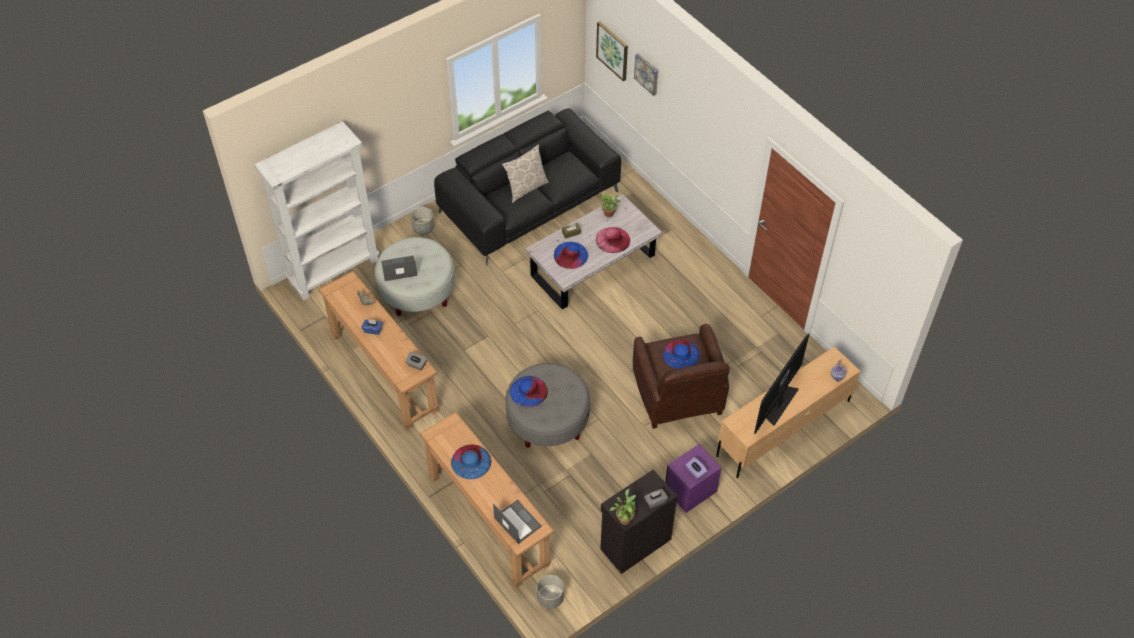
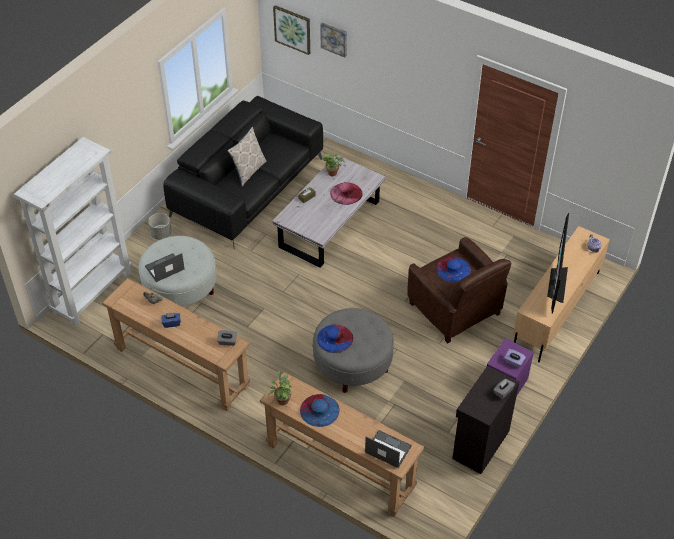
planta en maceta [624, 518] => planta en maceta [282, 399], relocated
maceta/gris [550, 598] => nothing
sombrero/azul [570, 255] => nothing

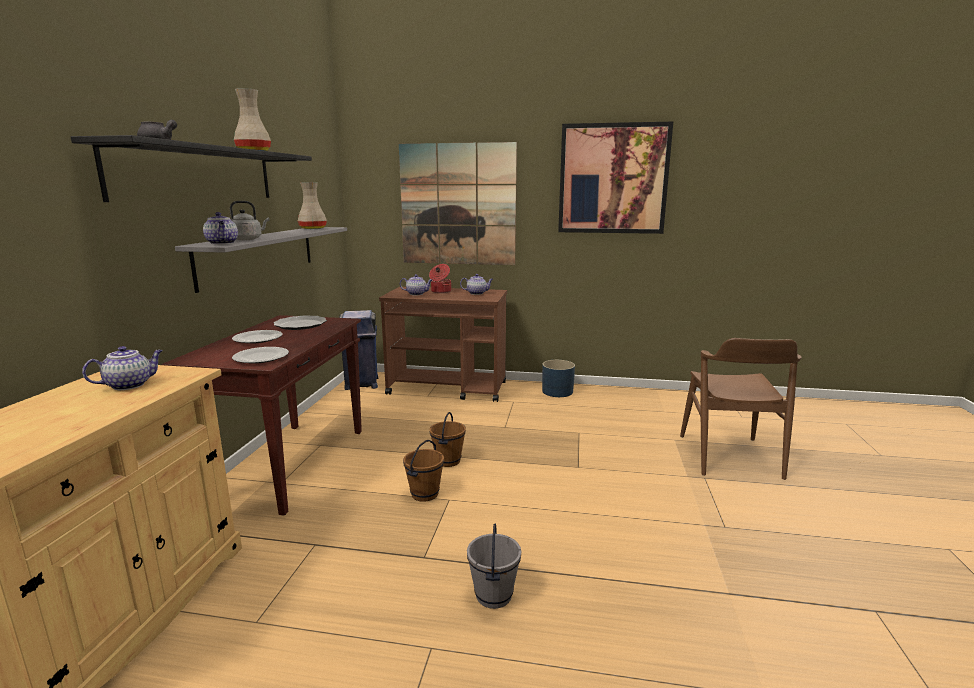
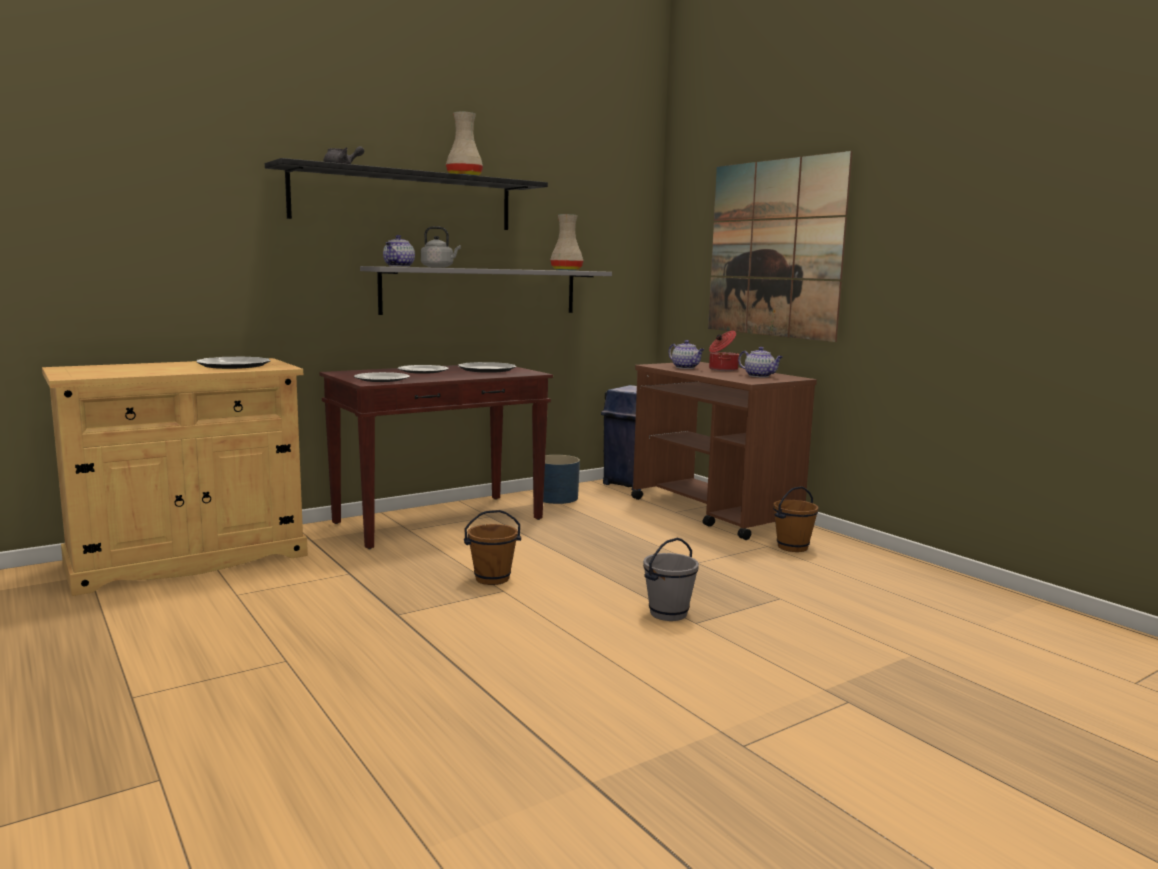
tetera [130, 385] => plato [234, 365]
maceta/azul [557, 391] => maceta/azul [557, 498], relocated
cubo/gris [493, 595] => cubo/gris [668, 613], relocated
cubo/marrón [447, 461] => cubo/marrón [792, 547], relocated
cuadro [613, 179] => nothing
silla/marrón [729, 456] => nothing

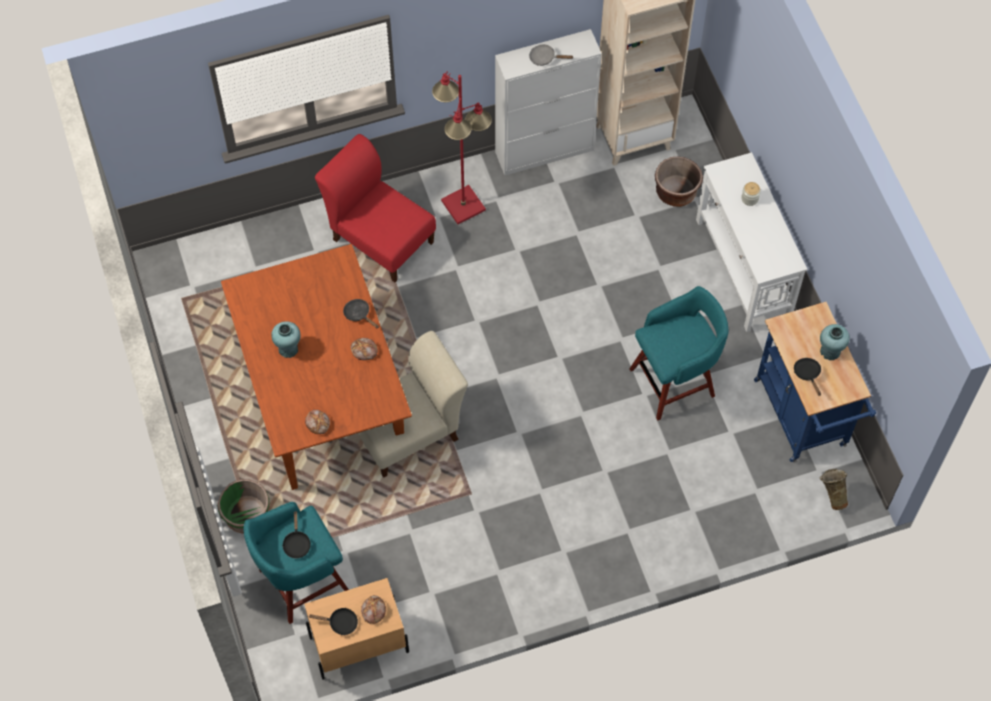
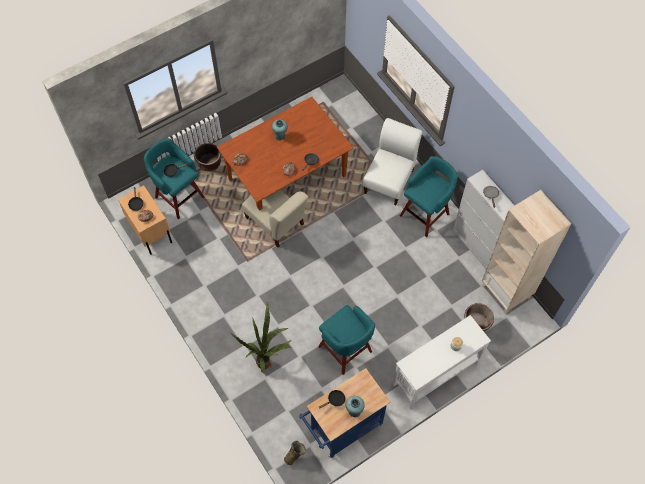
maceta/verde [246, 515] => maceta/marrón [209, 163]
nothing => planta en maceta [268, 364]
silla/rojo [380, 238] => silla/blanco [390, 179]
lámpara de pie/rojo [463, 205] => taburete/turquesa [425, 214]

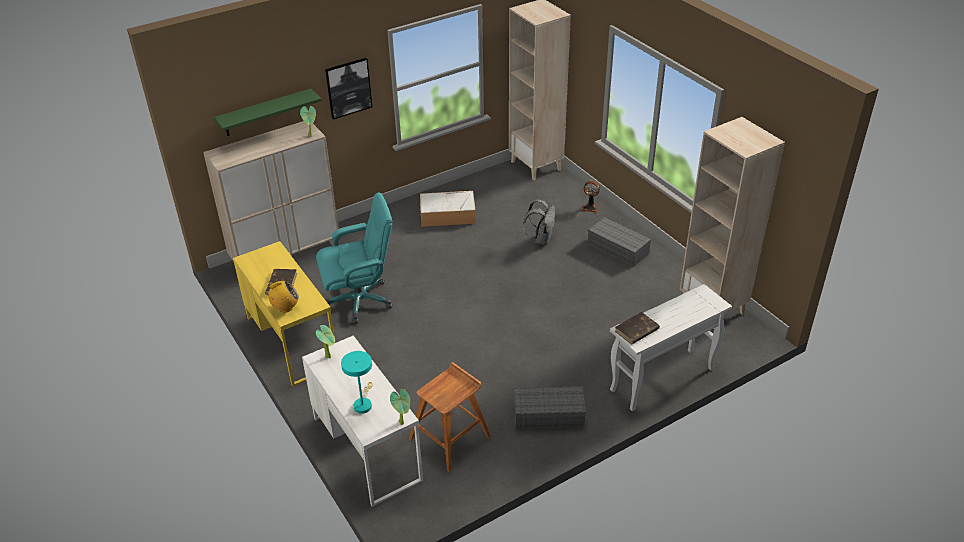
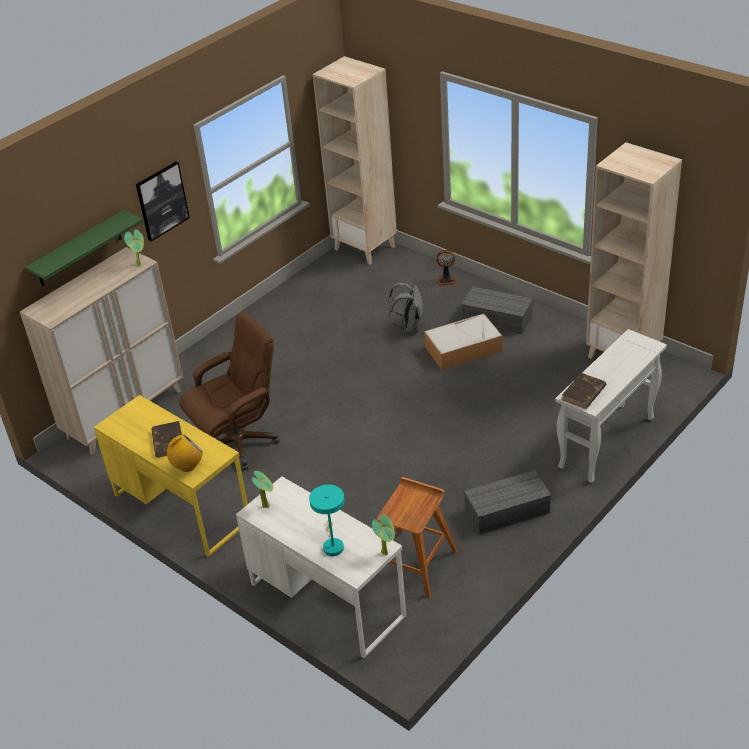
silla de oficina/turquesa [360, 300] => silla de oficina/marrón [238, 442]
caja de almacenaje [448, 214] => caja de almacenaje [464, 348], relocated

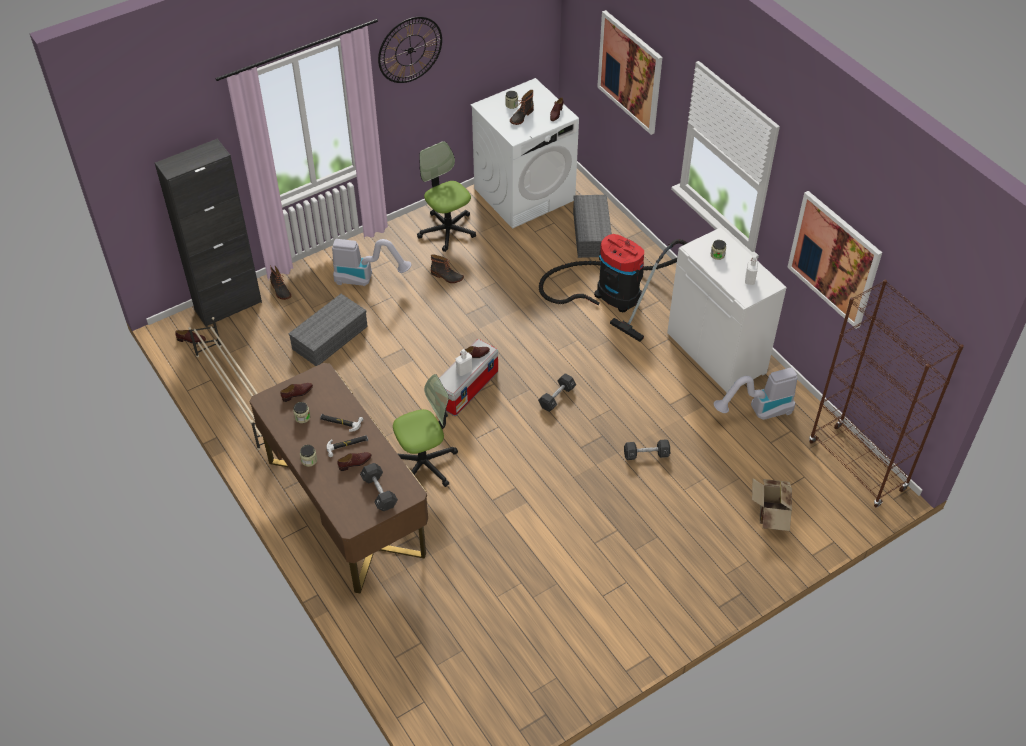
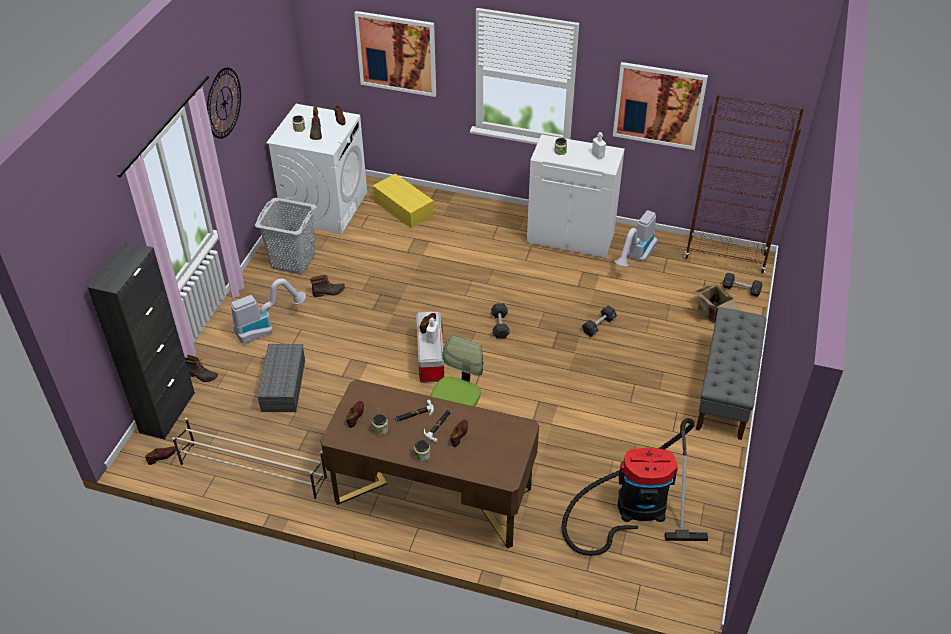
silla de oficina [447, 230] => cesto de la ropa/gris [293, 260]
caja de almacenaje/gris [592, 234] => caja de almacenaje/amarillo [404, 208]
aspiradora [613, 293] => aspiradora [635, 507], relocated
nothing => banco/gris [726, 390]
mancuerna/negro [379, 492] => mancuerna/negro [741, 289], relocated

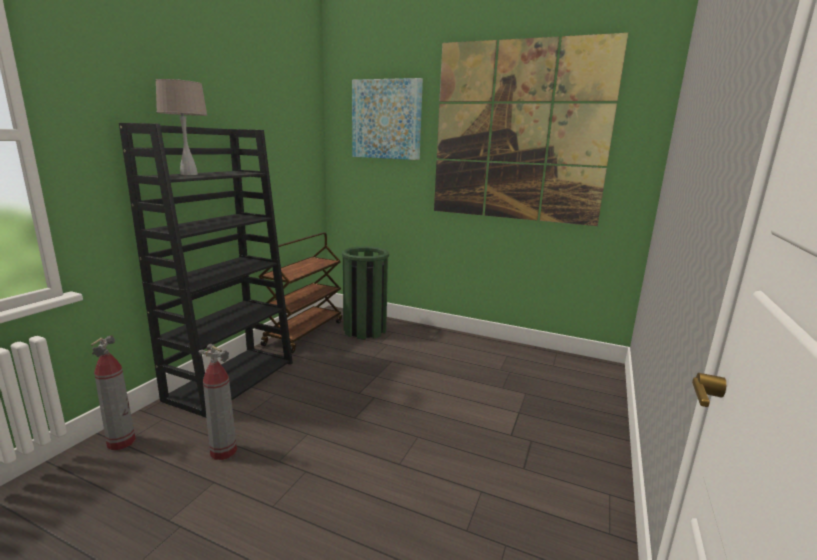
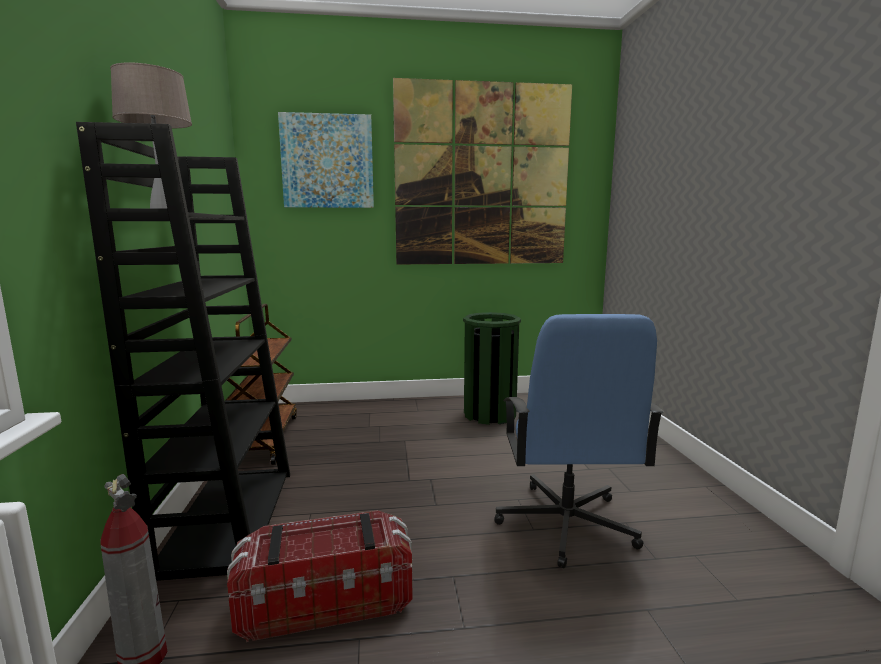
extintor [223, 451] => caja de almacenaje [325, 600]
papelera/verde [365, 330] => papelera/verde [489, 414], relocated
nothing => silla de oficina/azul [566, 524]

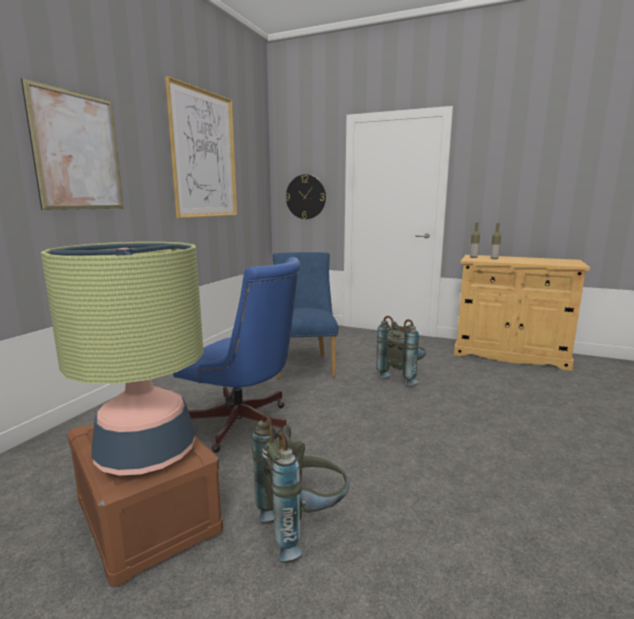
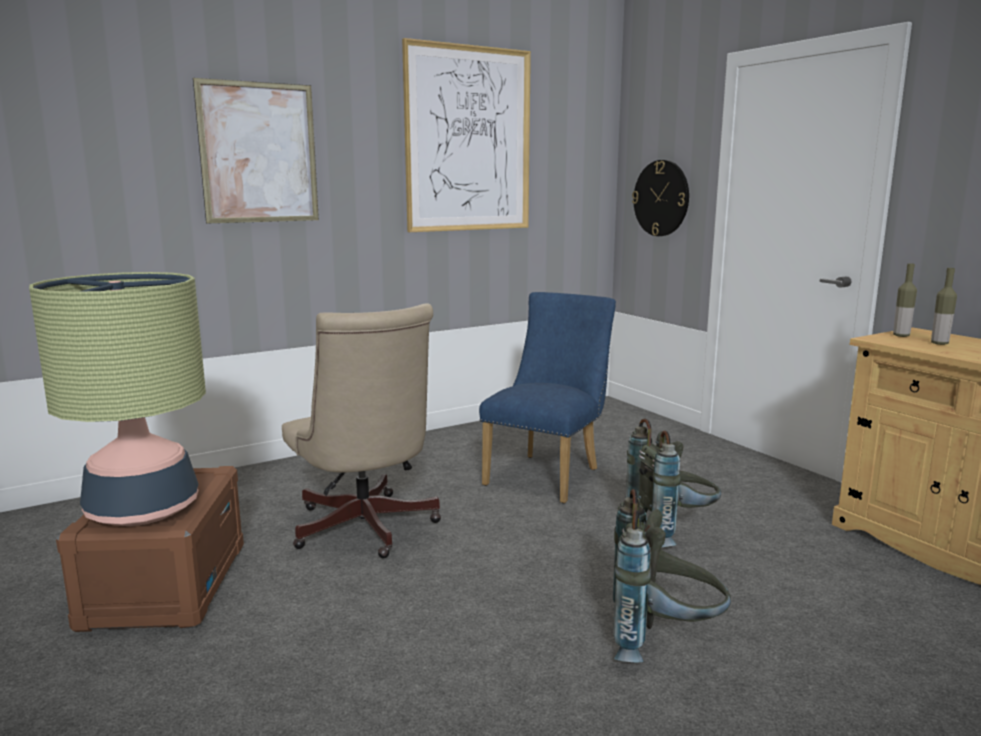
silla de oficina/azul [245, 426] => silla de oficina/beis [365, 530]
mochila/gris [303, 525] => mochila/gris [663, 642], relocated

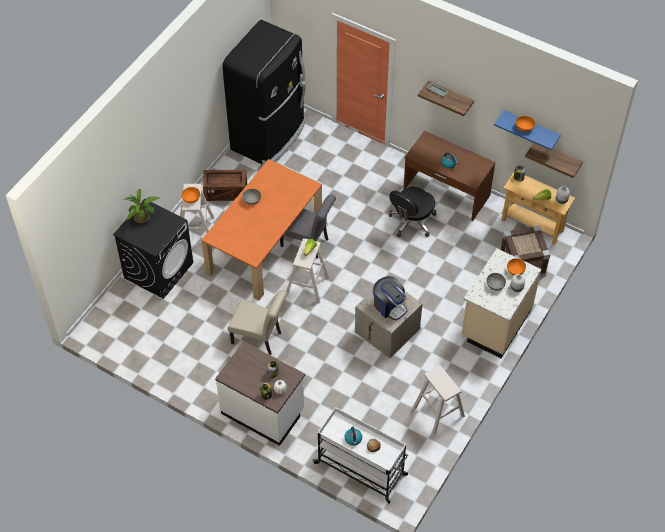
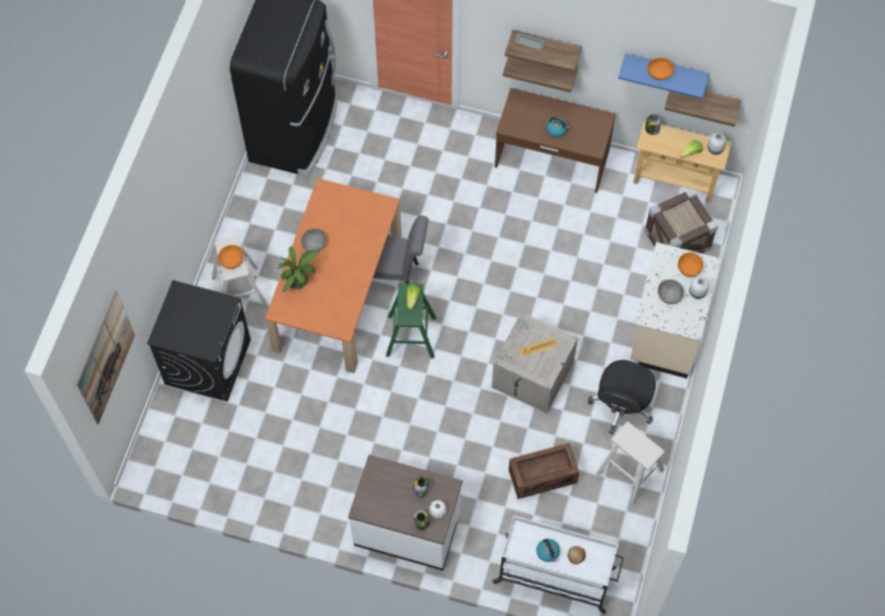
nothing => cuadro [105, 358]
planta en maceta [143, 217] => planta en maceta [300, 280], relocated
taburete/beis [307, 285] => taburete/verde [411, 336]
nothing => estante [543, 65]
caja de embalaje [226, 192] => caja de embalaje [542, 476], relocated
silla de oficina/negro [411, 222] => silla de oficina/negro [621, 404], relocated
silla/beis [259, 338] => nothing
cafetera [389, 306] => nothing

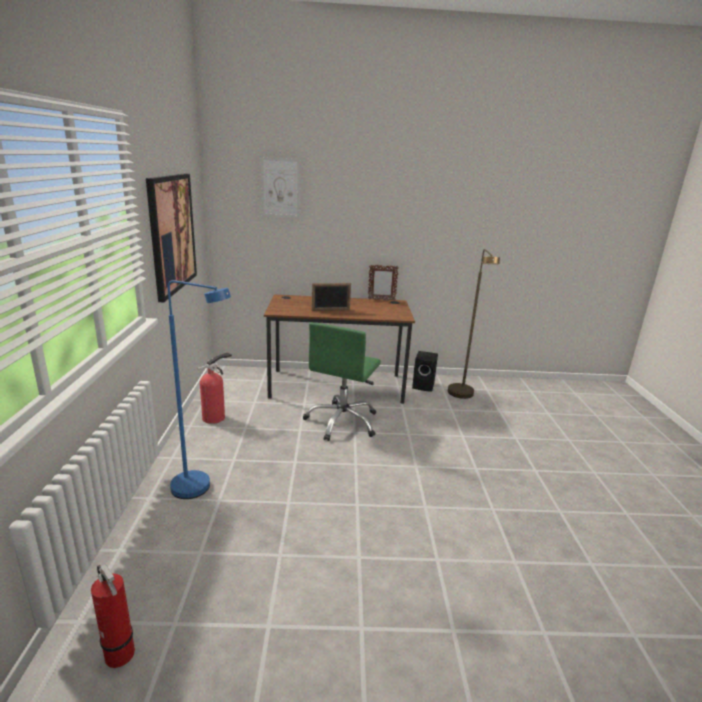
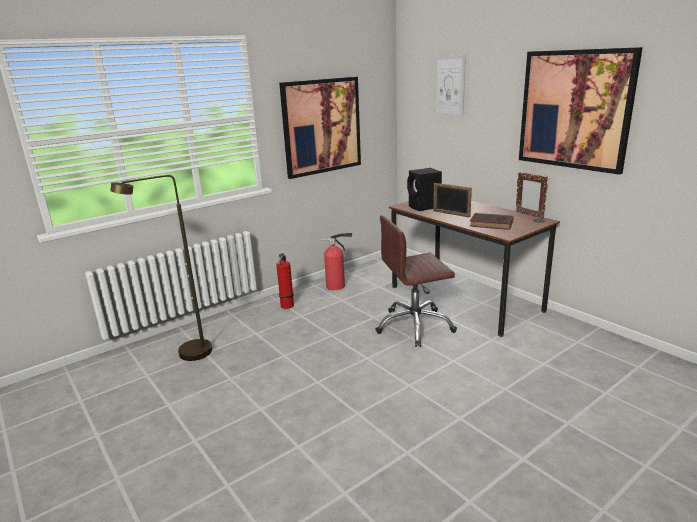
lámpara de pie/marrón [462, 396] => lámpara de pie/marrón [186, 355], relocated
extintor [121, 657] => extintor [286, 306], relocated
silla de oficina/verde [342, 422] => silla de oficina/marrón [415, 326]
altavoz/negro [424, 386] => altavoz/negro [424, 207], relocated
nothing => libro/marrón [492, 224]
nothing => cuadro [574, 110]
lámpara de pie/azul [200, 489] => nothing

